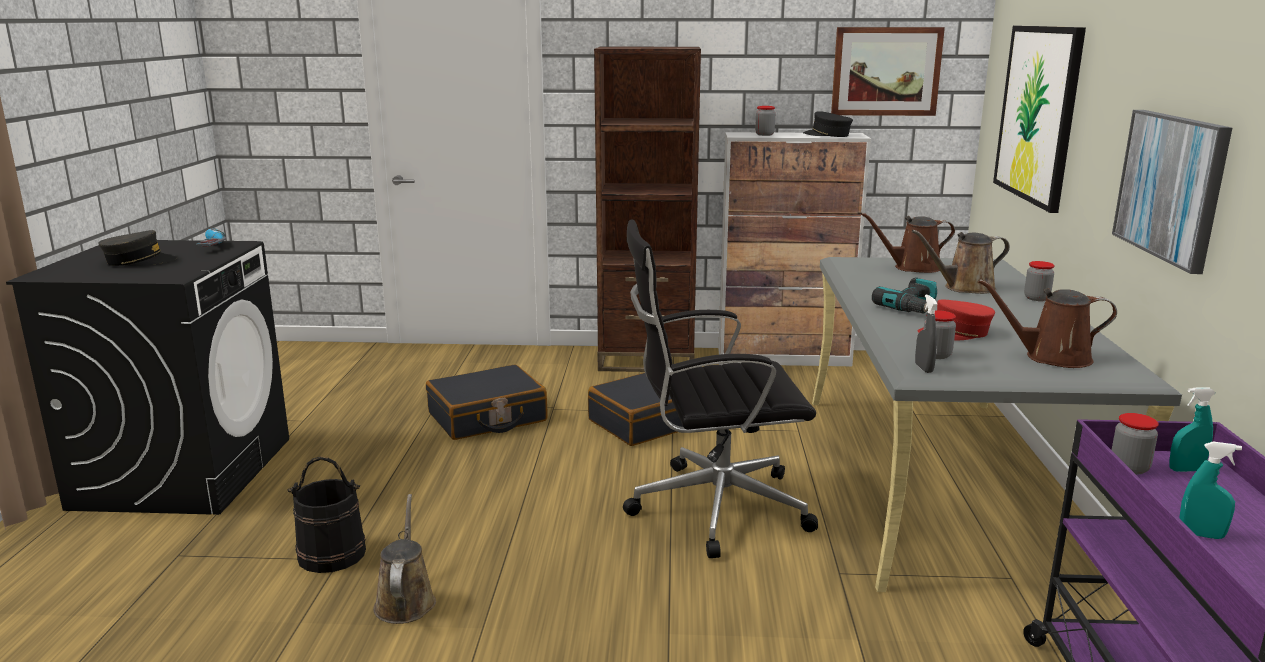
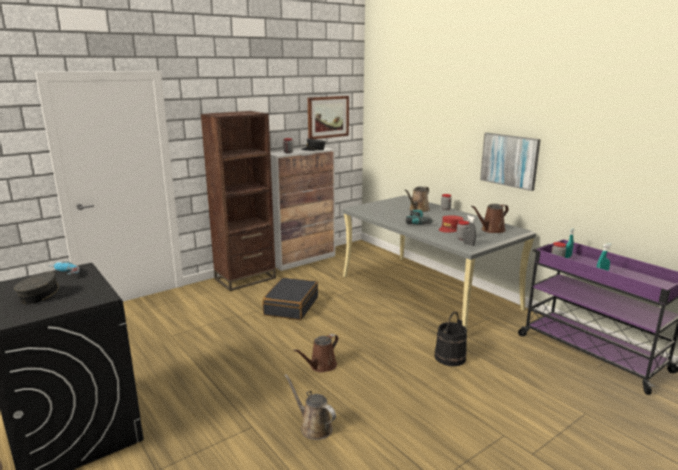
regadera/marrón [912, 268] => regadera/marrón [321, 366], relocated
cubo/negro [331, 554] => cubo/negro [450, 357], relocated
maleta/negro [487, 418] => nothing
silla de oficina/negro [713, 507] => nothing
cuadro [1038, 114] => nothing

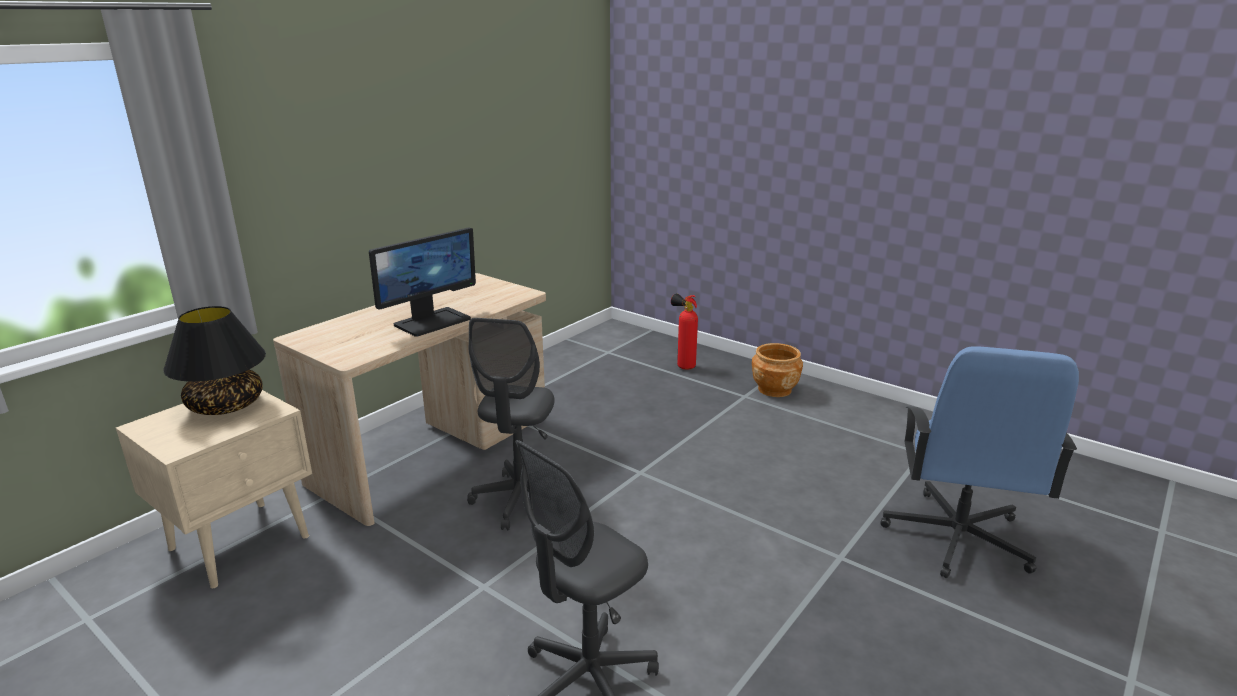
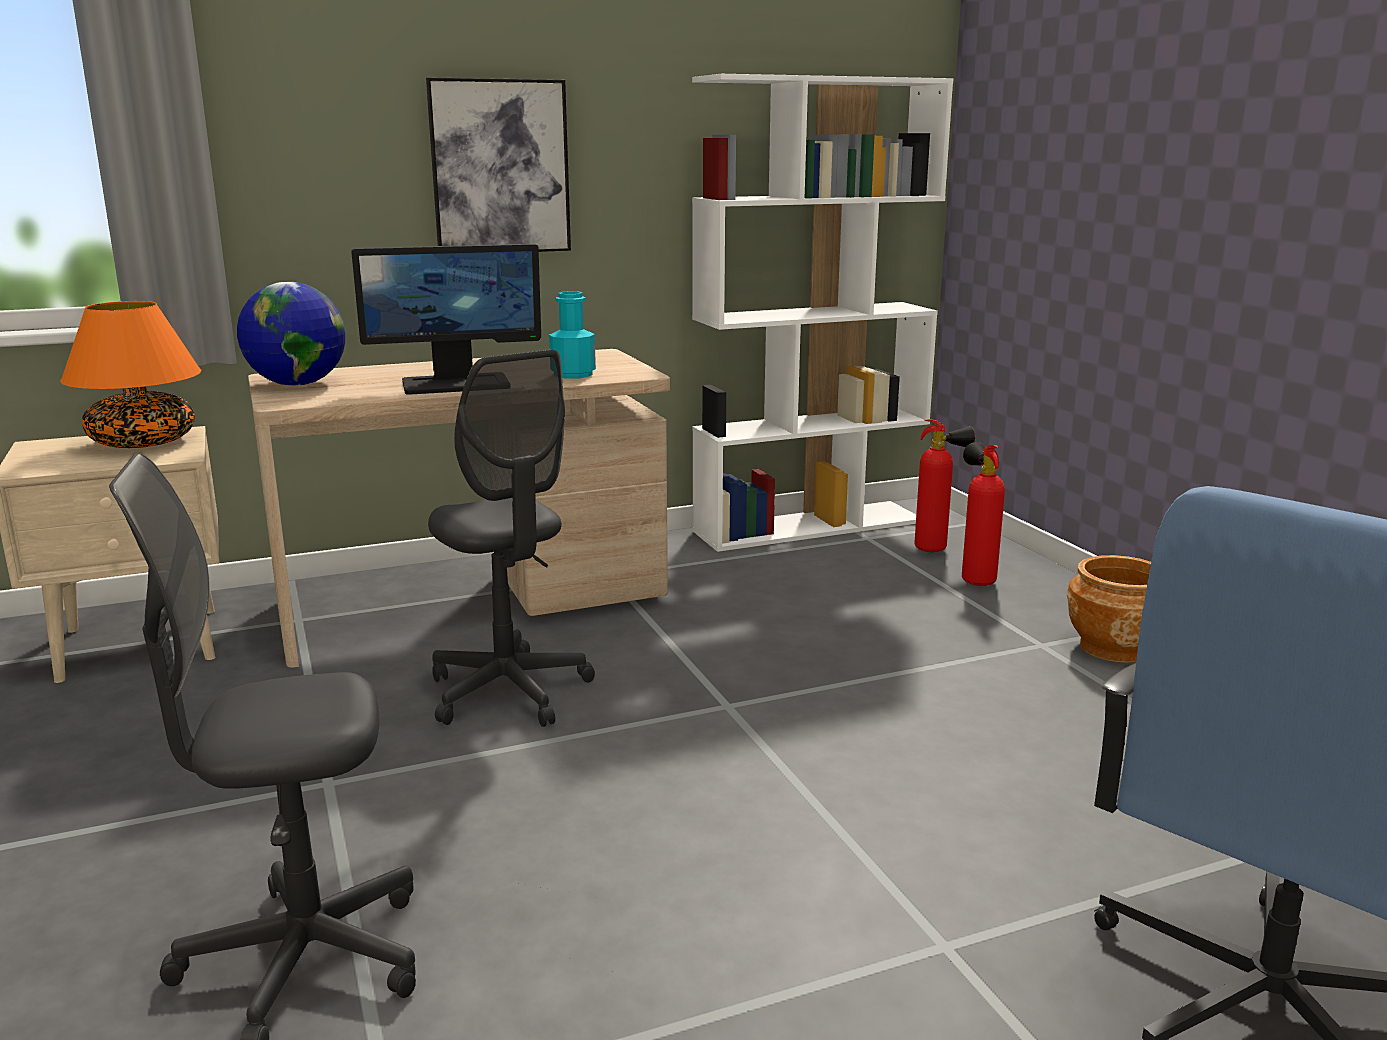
lámpara de mesa/negro [226, 406] => lámpara de mesa/naranja [142, 443]
nothing => globo terráqueo [297, 384]
nothing => cuadro [500, 167]
silla de oficina/gris [520, 500] => silla de oficina/gris [509, 692], 75 degrees counterclockwise
nothing => botella/turquesa [573, 374]
nothing => estantería/blanco [809, 526]
nothing => extintor [937, 550]

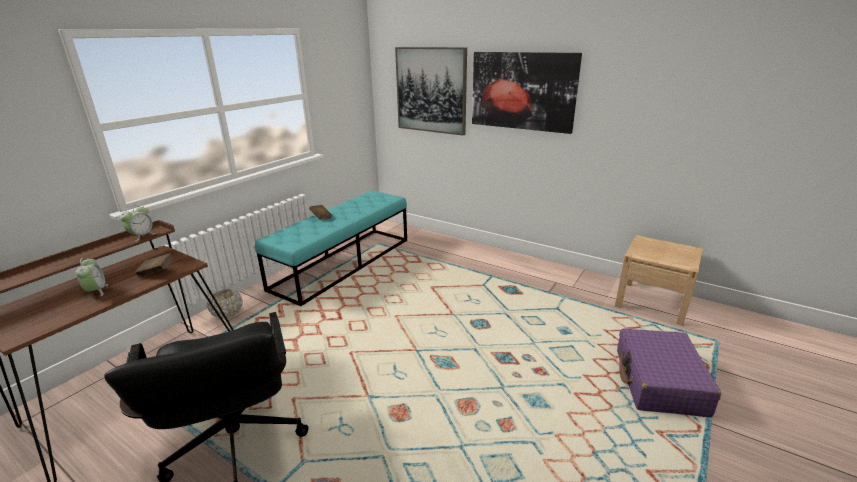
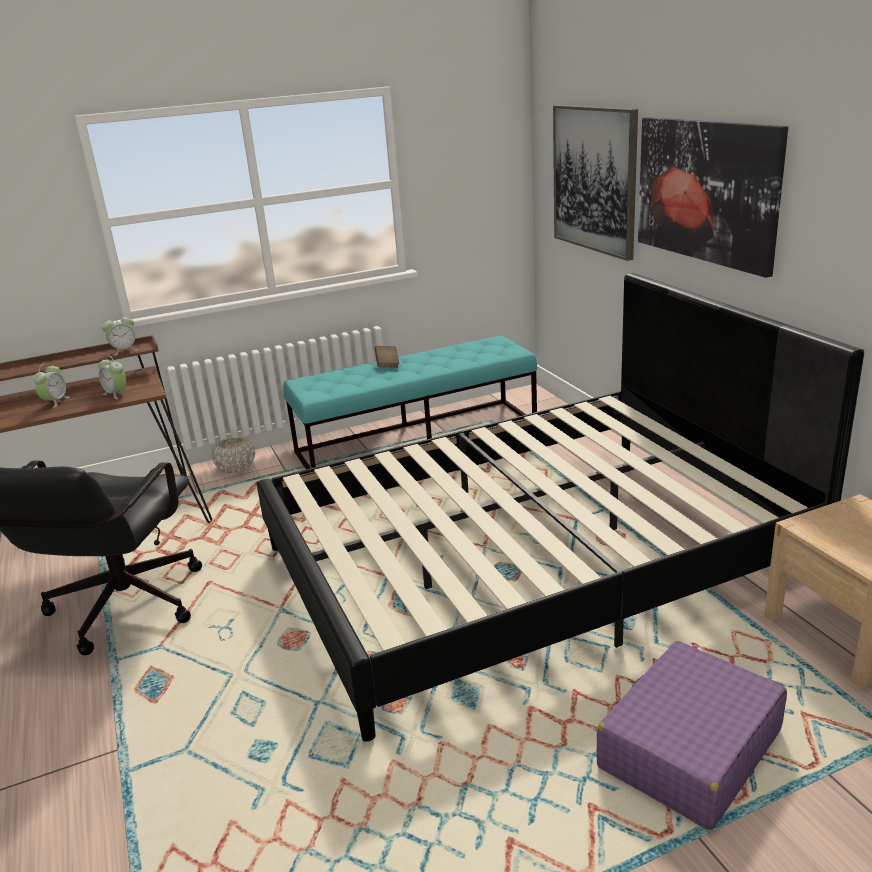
libro/marrón [157, 272] => despertador [116, 394]
nothing => cama/negro [530, 561]

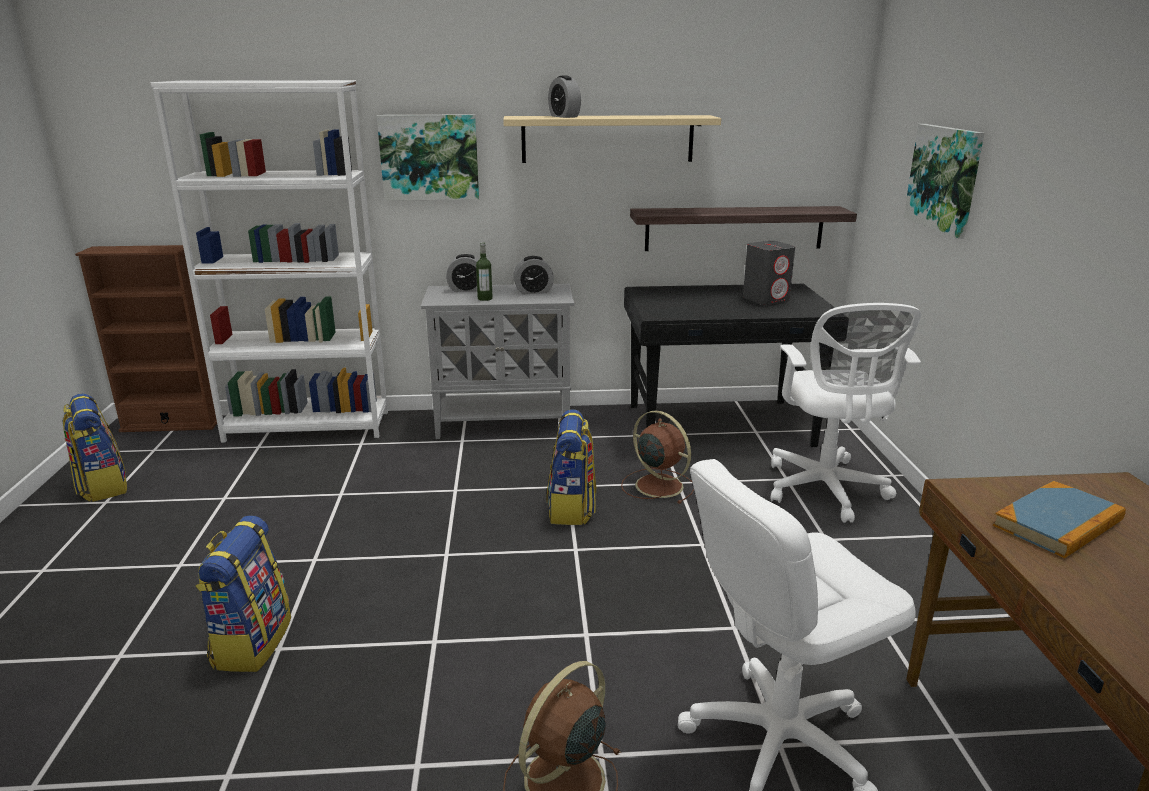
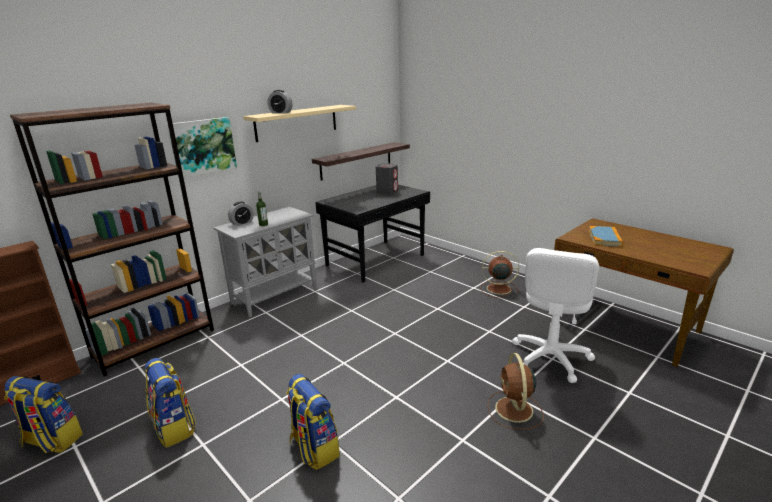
estantería/blanco [308, 426] => estantería/marrón [155, 342]
mochila [572, 508] => mochila [174, 428], relocated
ventilador/marrón [657, 485] => ventilador/marrón [497, 289], relocated
despertador [533, 292] => nothing
silla de oficina/blanco [826, 491] => nothing
cuadro [945, 178] => nothing

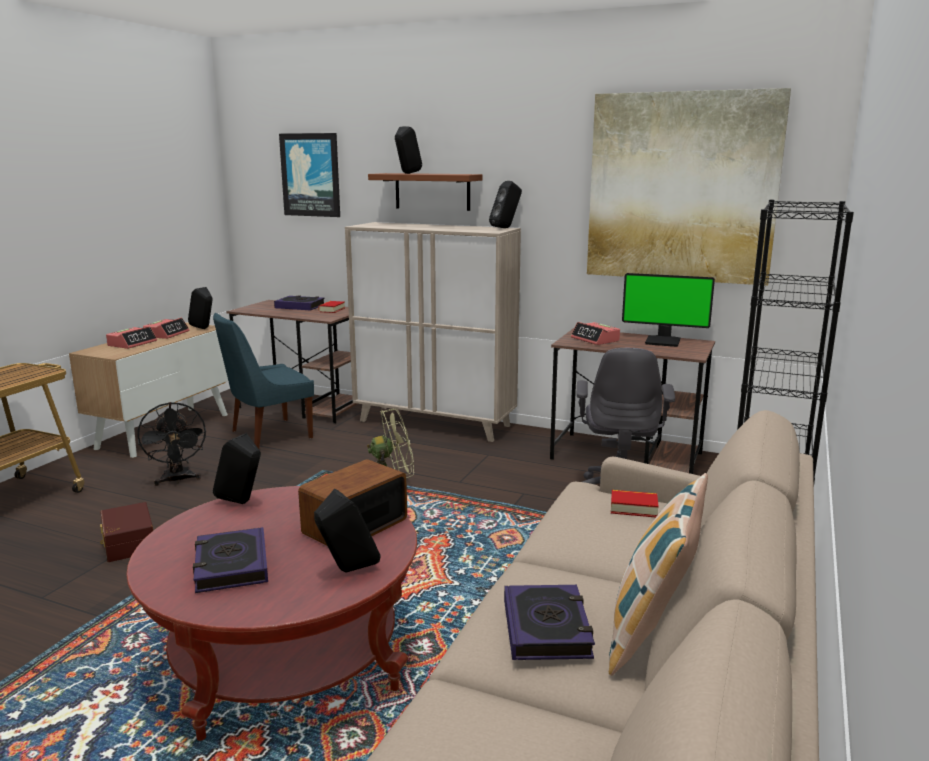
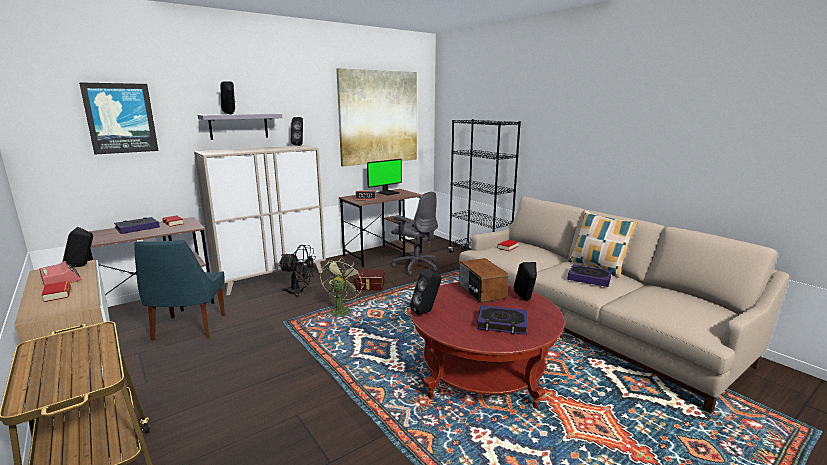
despertador [132, 343] => libro [57, 294]
estante/marrón [432, 191] => estante/gris [239, 126]
ventilador/negro [177, 480] => ventilador/negro [300, 292], relocated
caja de almacenaje/marrón [127, 544] => caja de almacenaje/marrón [369, 286], relocated

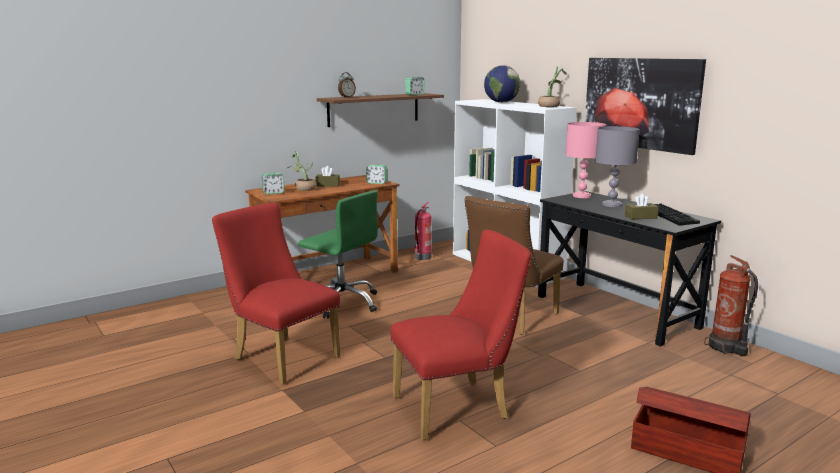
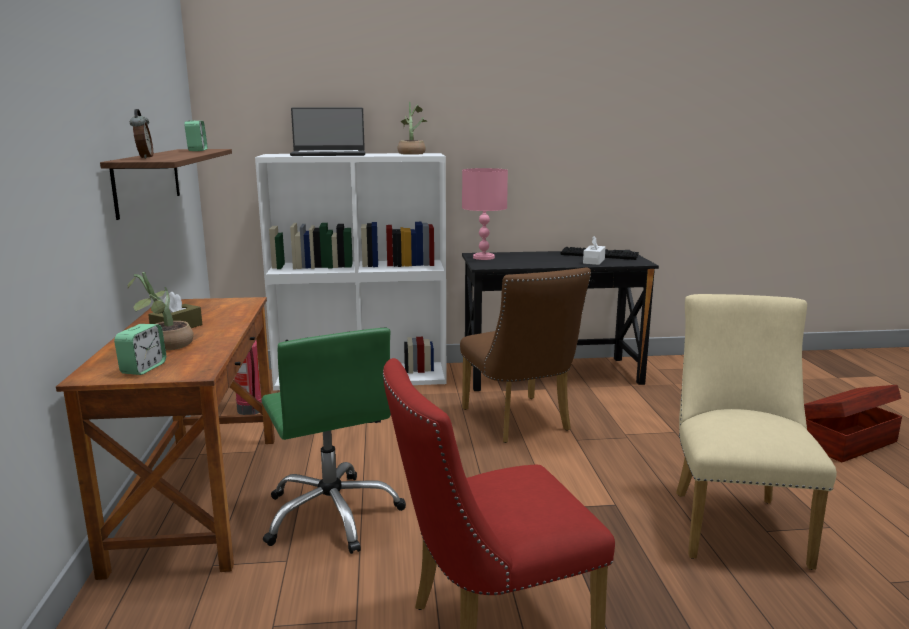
silla de oficina/verde [342, 303] => silla de oficina/verde [332, 514], 90 degrees clockwise
globo terráqueo [501, 102] => portátil [328, 154]
caja de pañuelos/marrón [640, 217] => caja de pañuelos/blanco [594, 261]
silla/rojo [458, 407] => silla/beis [734, 522]
despertador [376, 183] => nothing
cuadro [640, 103] => nothing
lámpara de mesa/gris [612, 205] => nothing
extintor [726, 348] => nothing

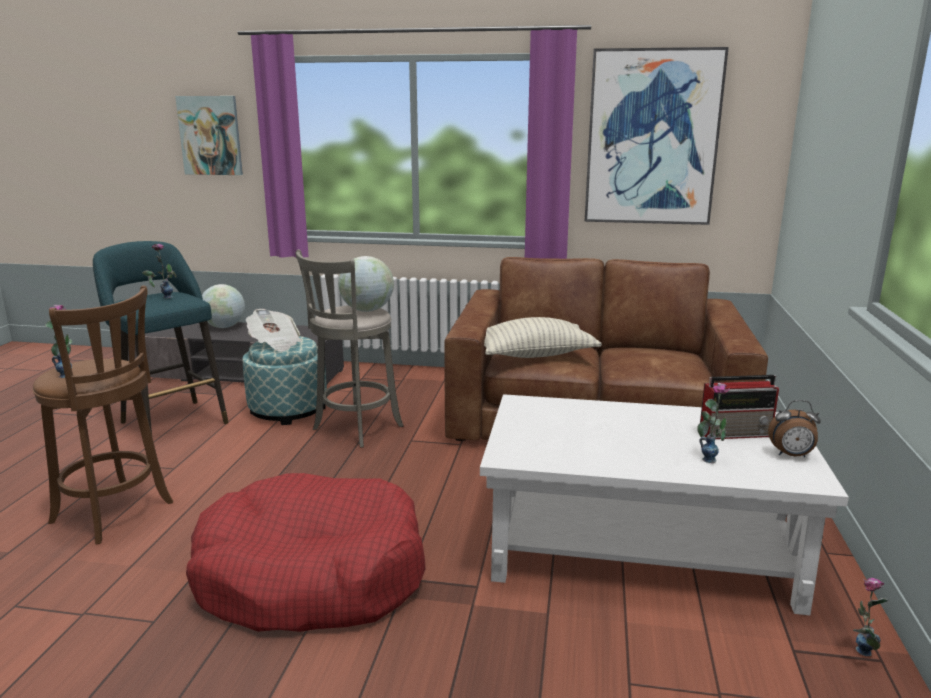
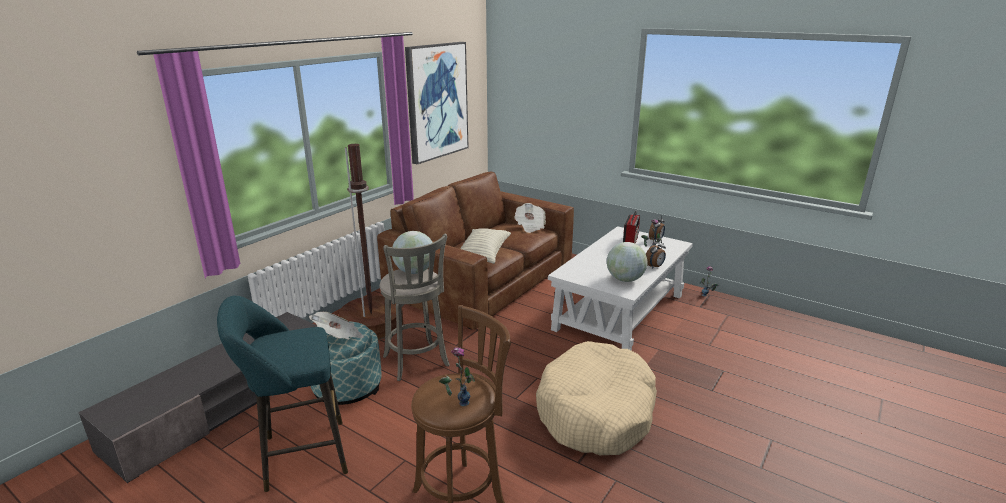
nothing => lámpara de pie/marrón [372, 325]
nothing => periódico [530, 226]
cama para perro/rojo [311, 575] => cama para perro/beis [596, 412]
globo terráqueo [224, 327] => globo terráqueo [625, 279], relocated
nothing => despertador [655, 267]
florero [162, 297] => nothing
cuadro [210, 135] => nothing

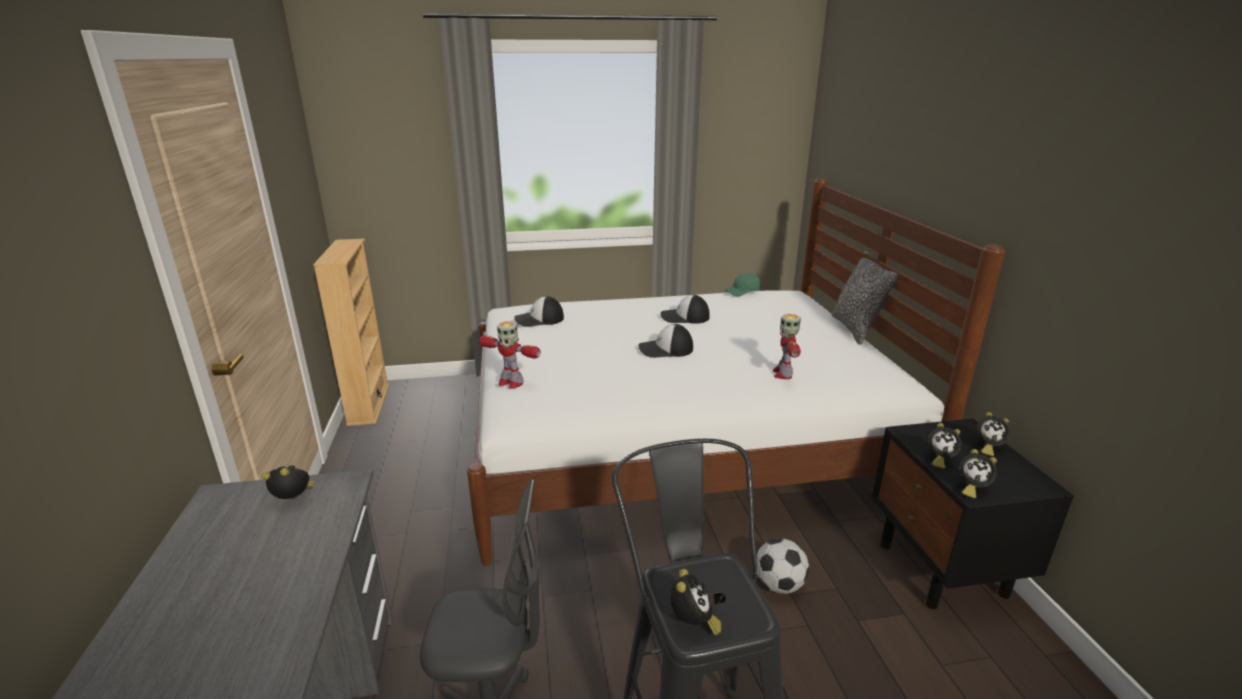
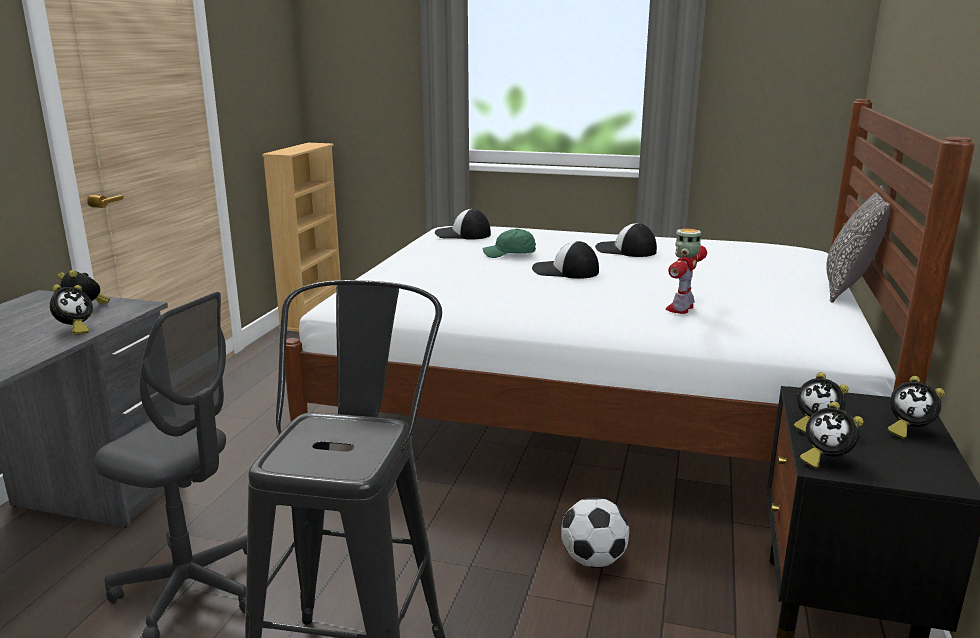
despertador [693, 623] => despertador [75, 330], relocated
gorra/verde [743, 292] => gorra/verde [510, 254], relocated
robot de juguete [510, 382] => nothing

